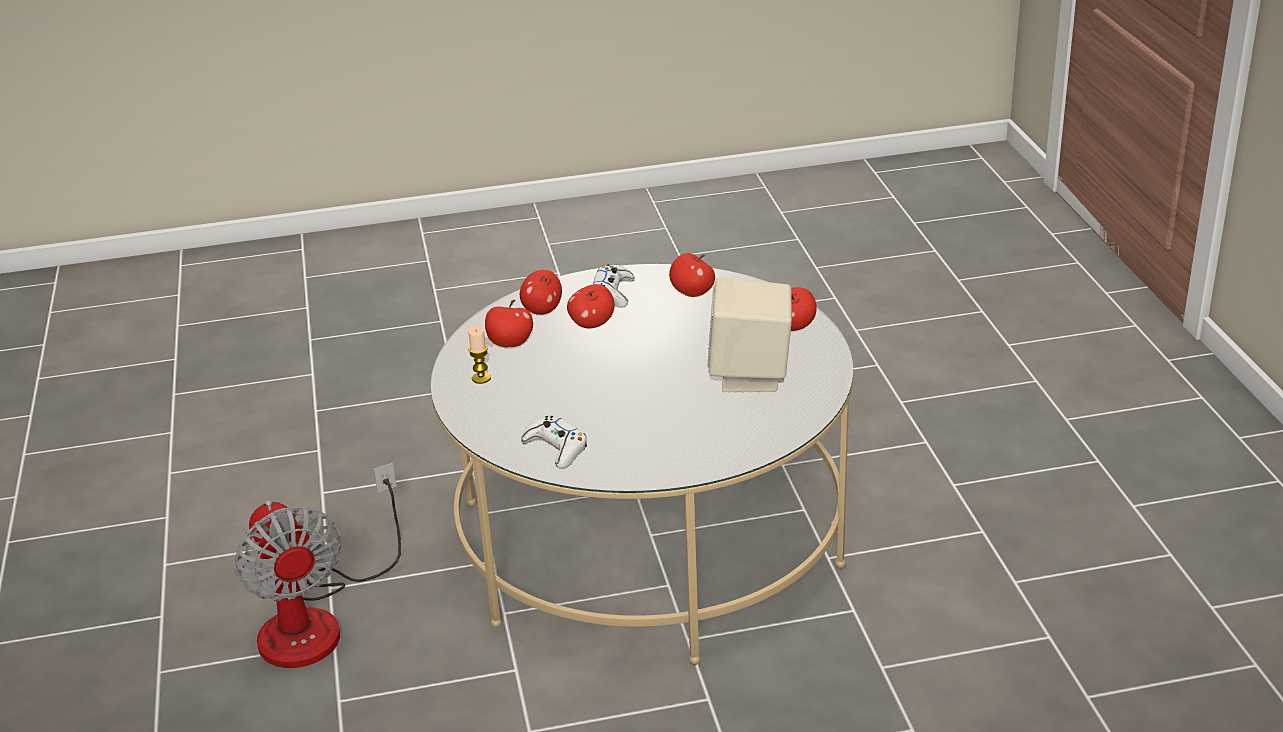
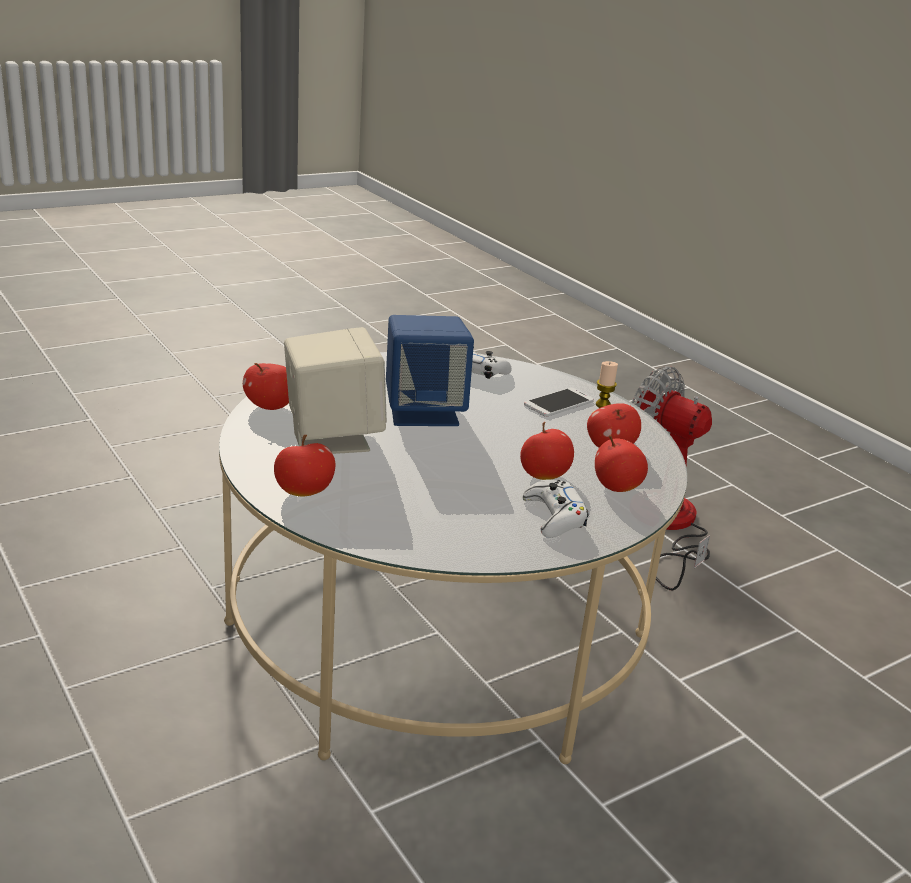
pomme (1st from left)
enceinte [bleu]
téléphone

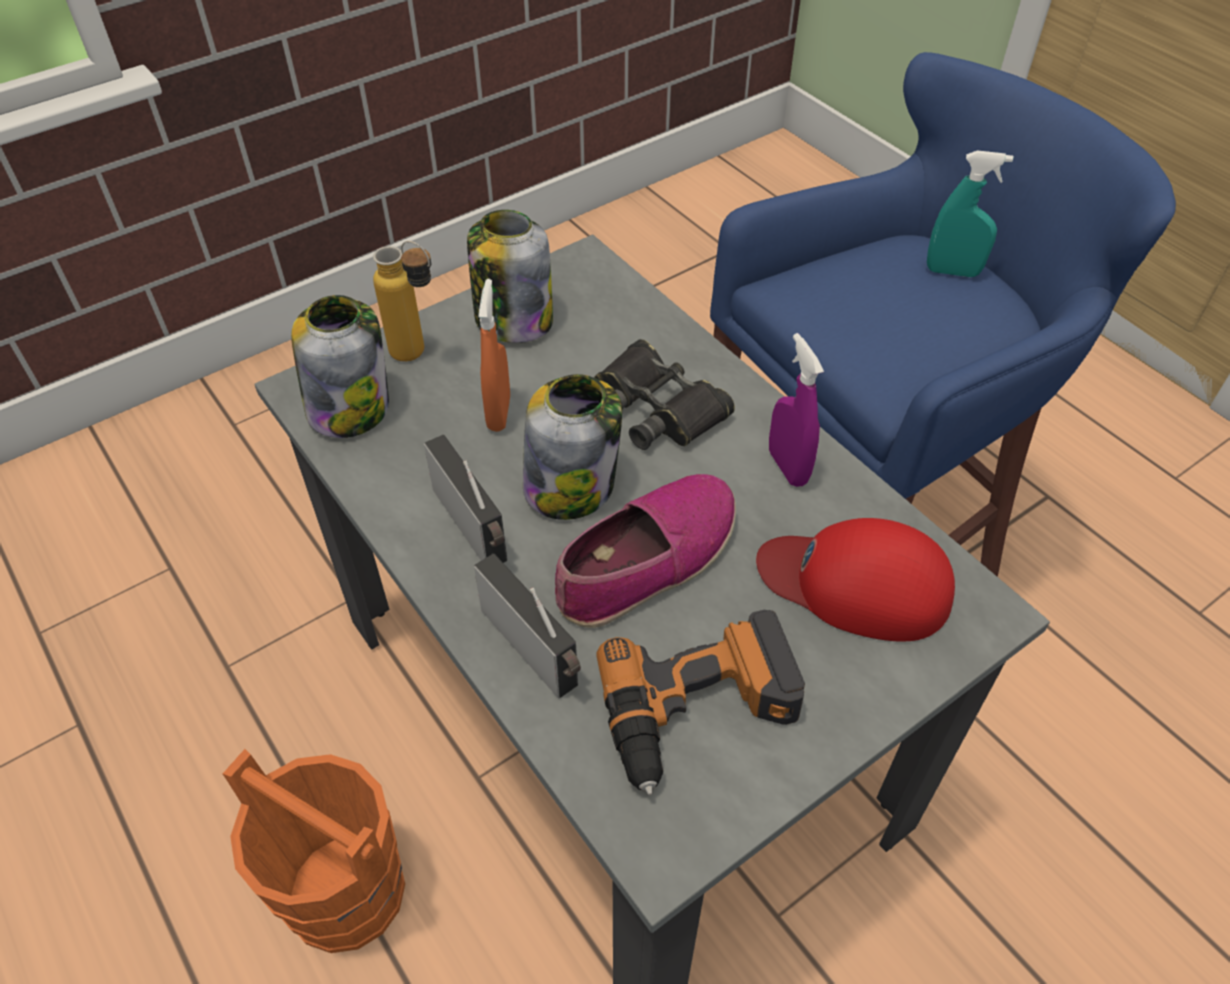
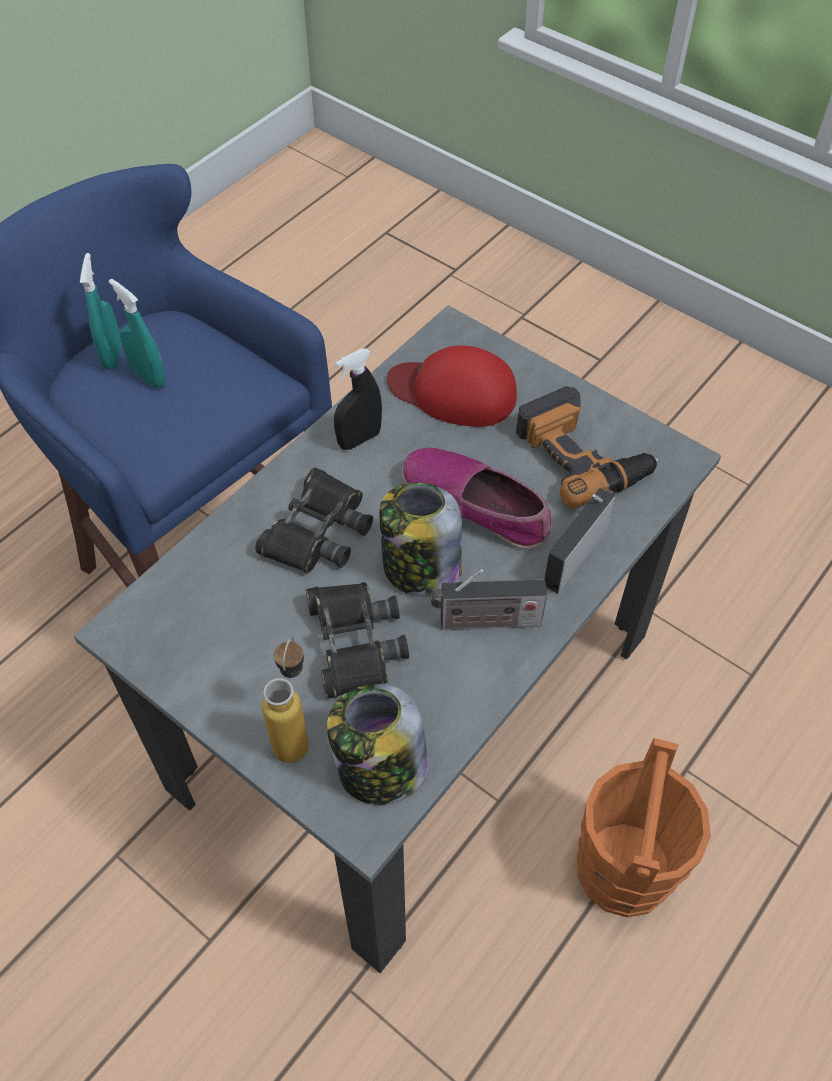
radio (1st from left)
bocal (2nd from left in the first image)
jumelles [noir] (2nd from left)
casquette [rouge]
vaporisateur [noir]
vaporisateur [turquoise] (2nd from left)

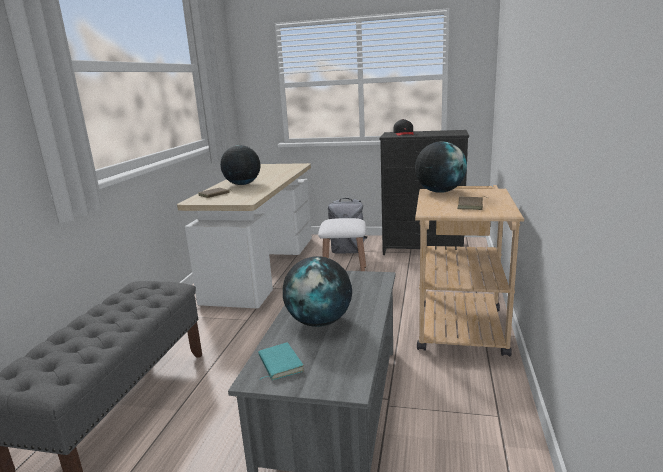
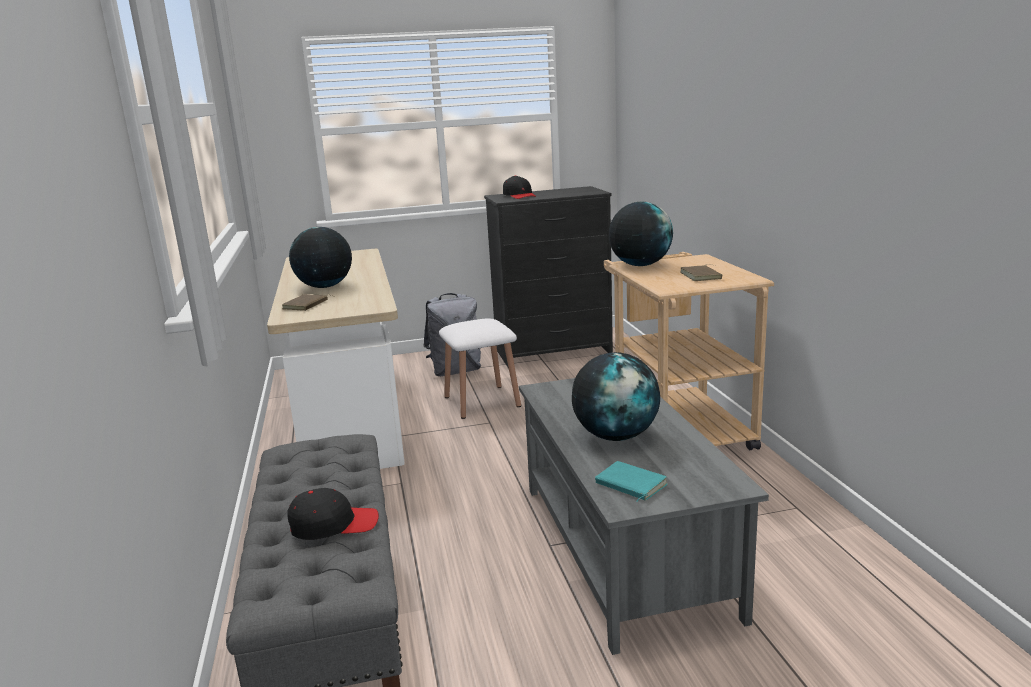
casquette [noir] (1st from left)

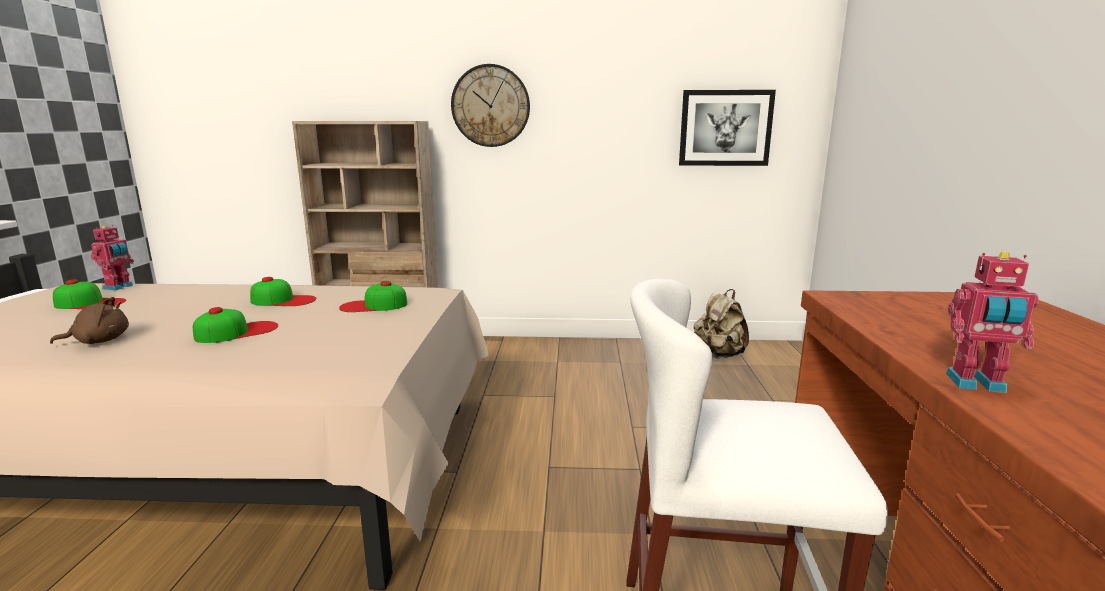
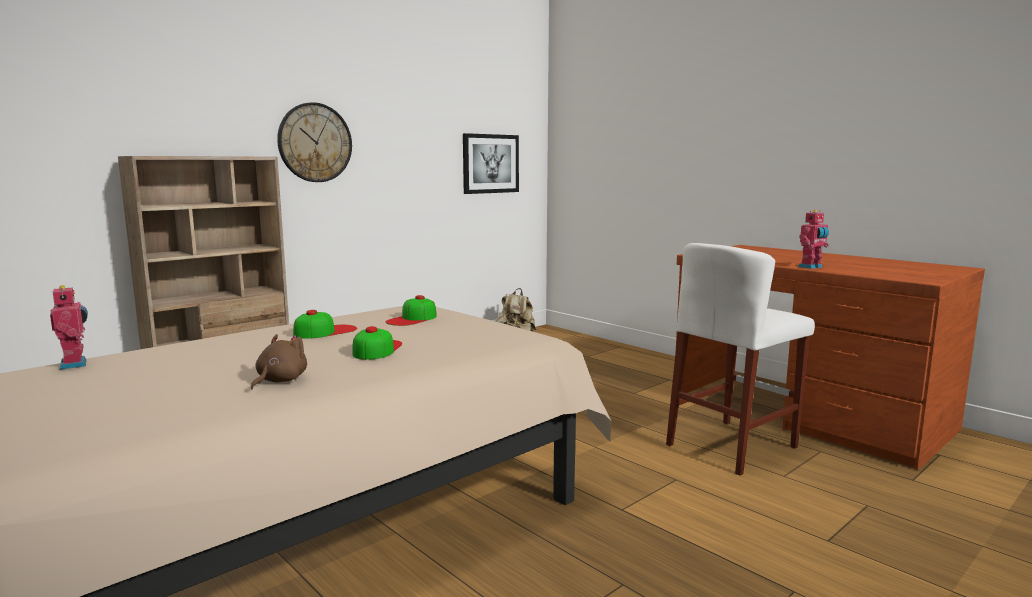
casquette (1st from left in the first image)

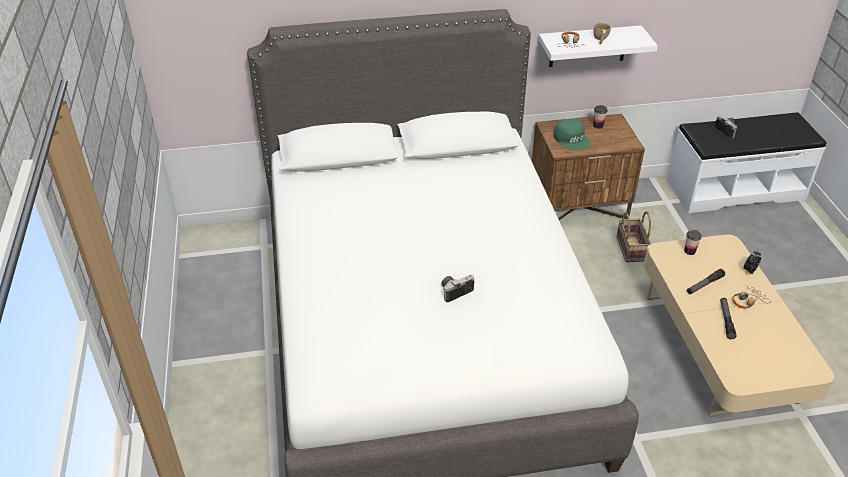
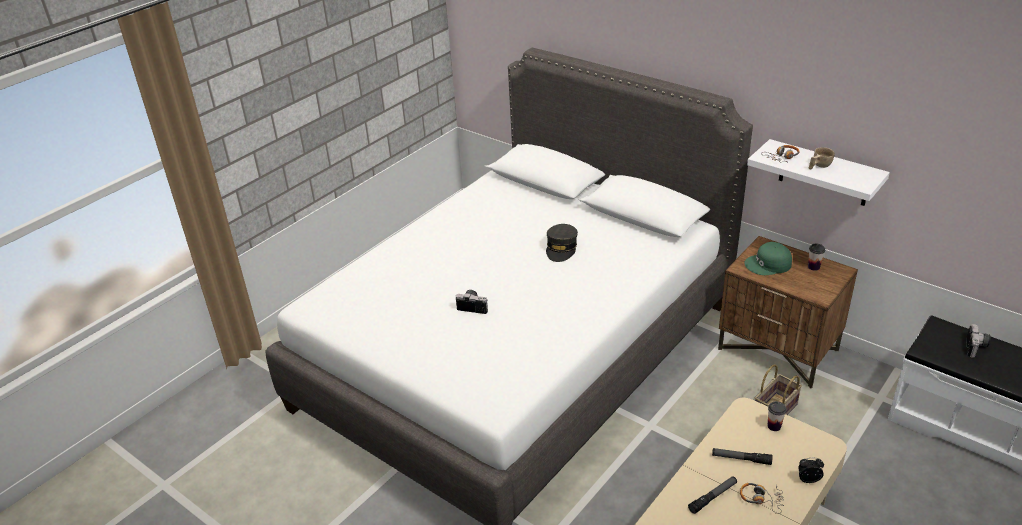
casquette [vert]
casquette [gris]

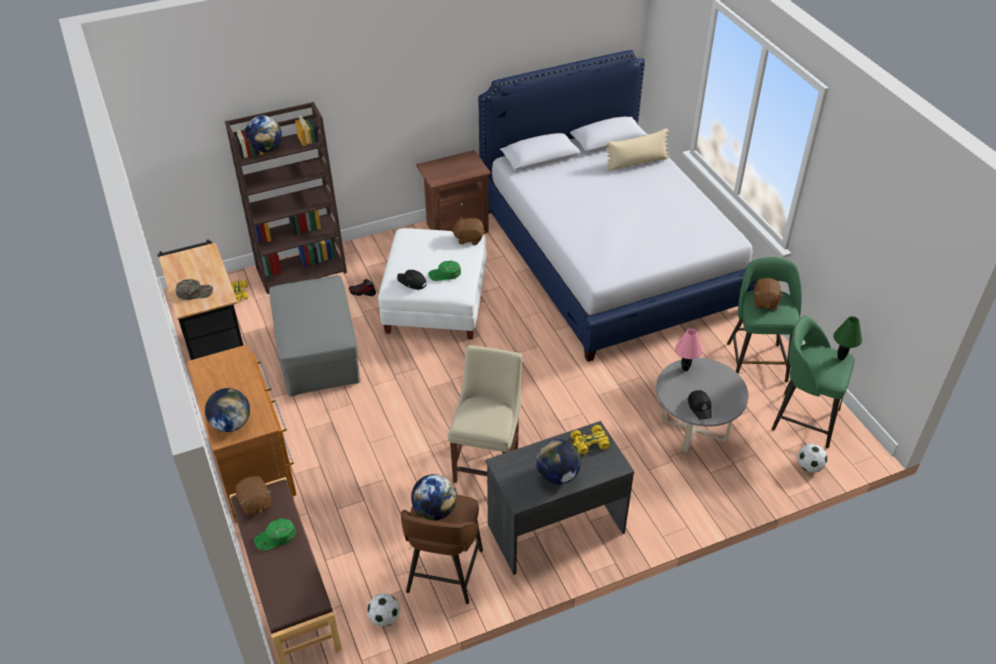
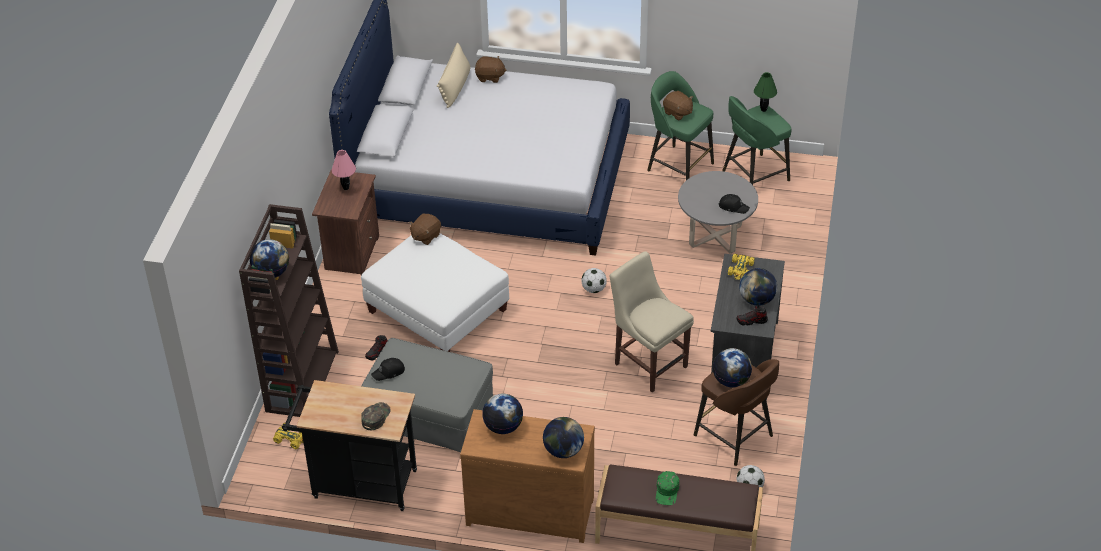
peluche [marron] (2nd from left)
casquette [noir] (1st from left)
casquette [vert] (3rd from left in the first image)
lampe de table [rose]
ballon de foot (1st from left)
globe (2nd from left)
chaussure (2nd from left)

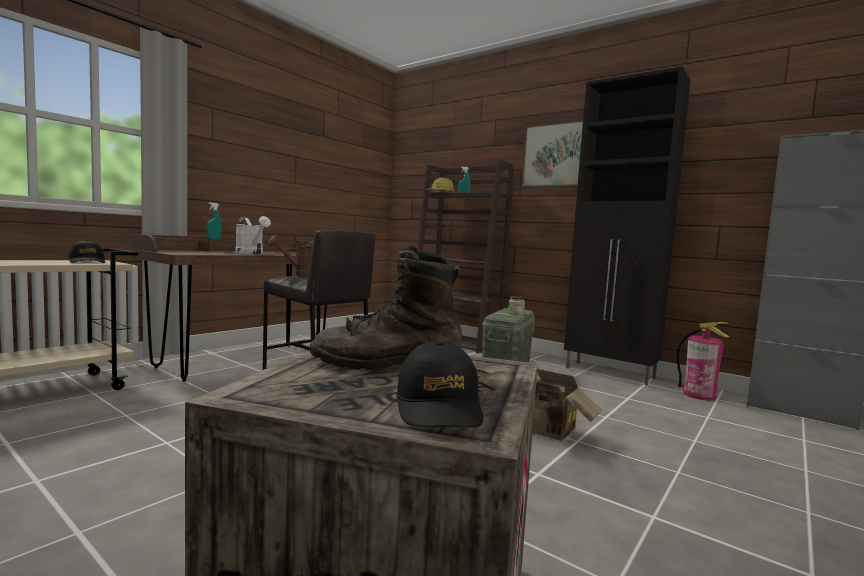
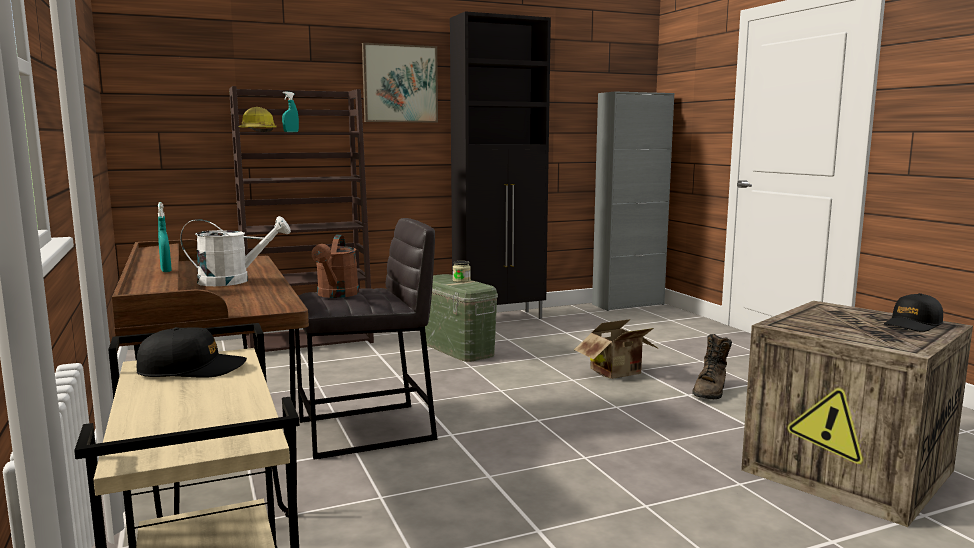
botte [marron]
casquette [noir] (2nd from left)
extincteur

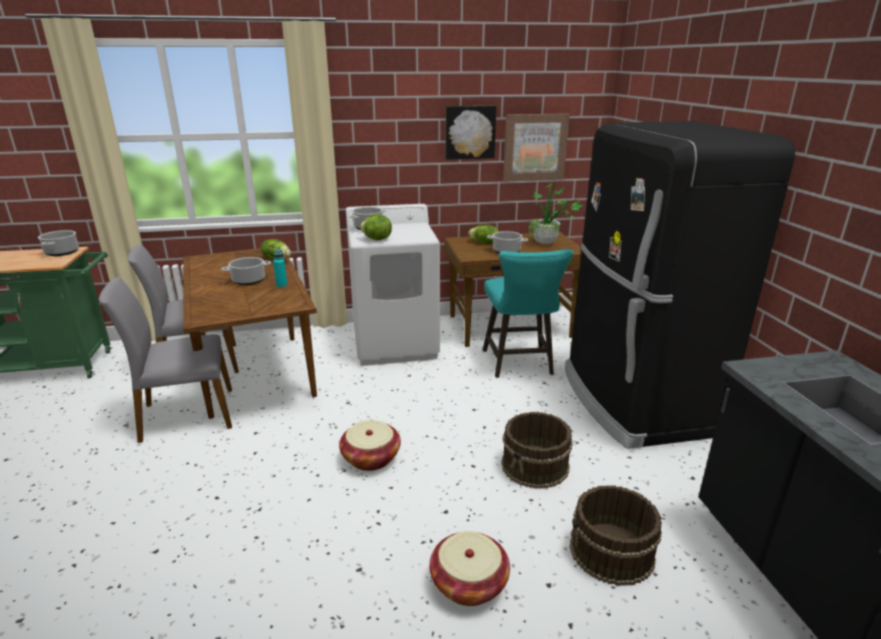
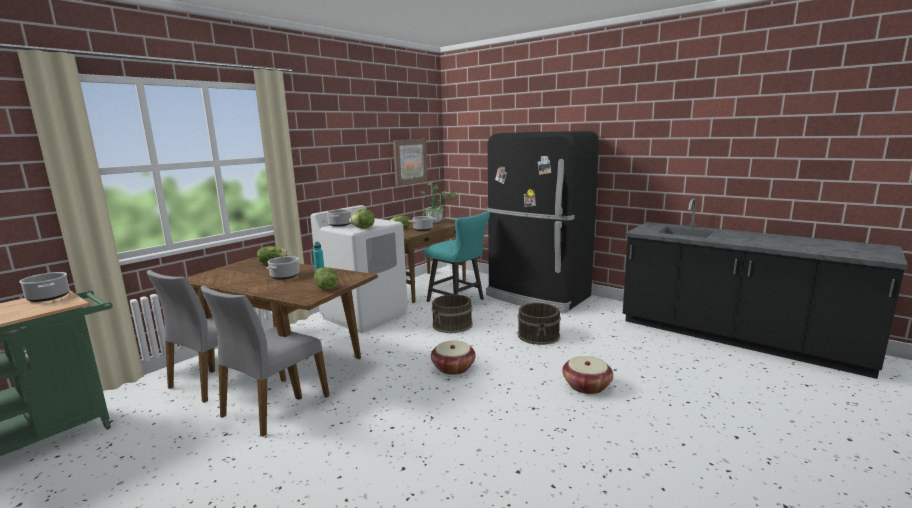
tableau (1st from left in the first image)
seau [marron] (1st from left)
laitue (2nd from left)

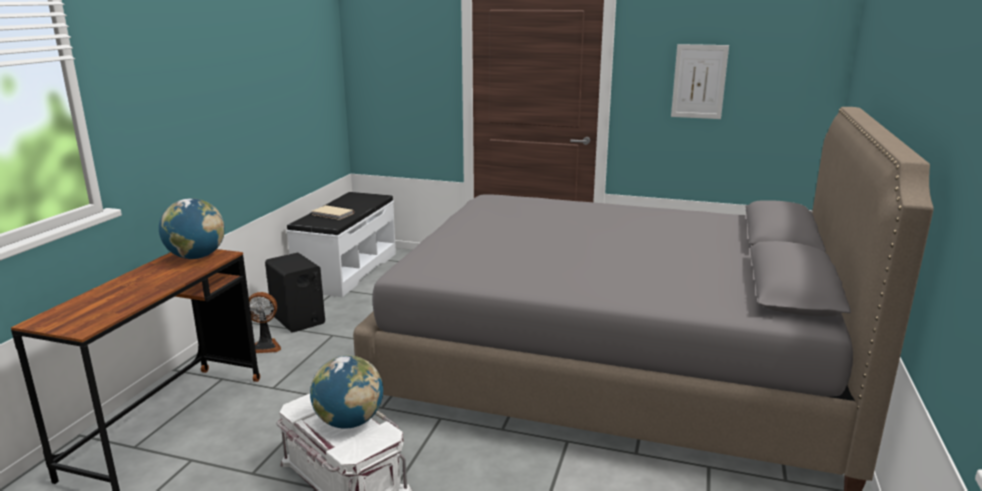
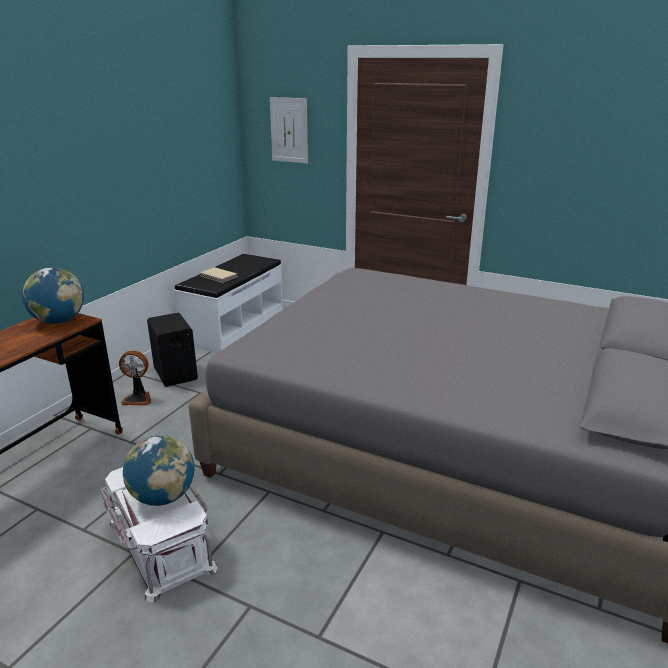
tableau

